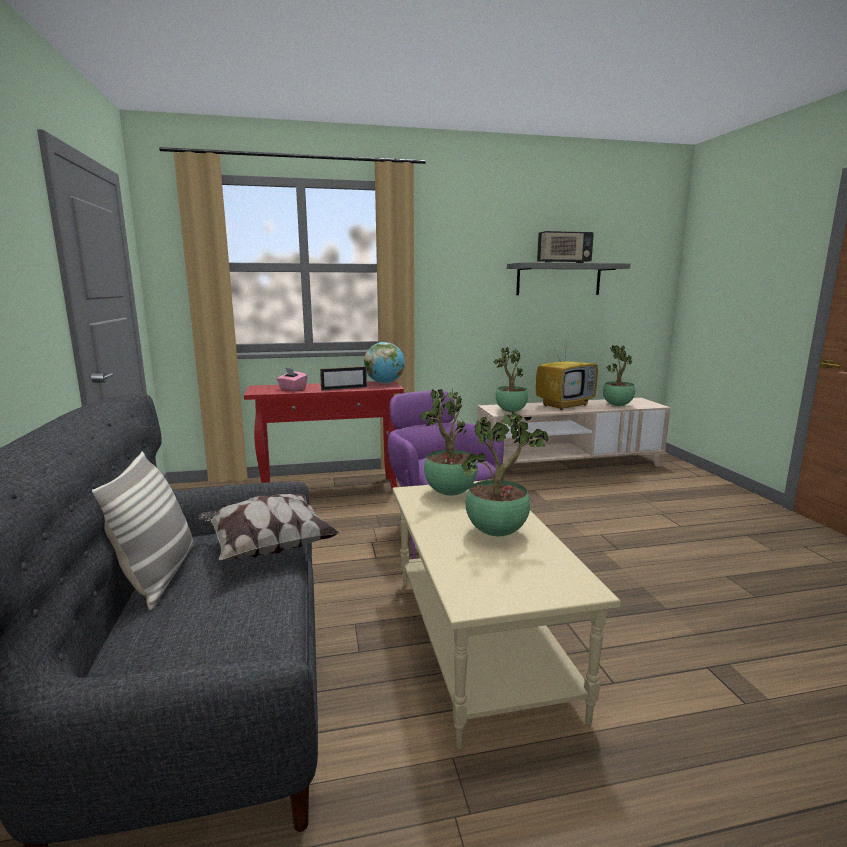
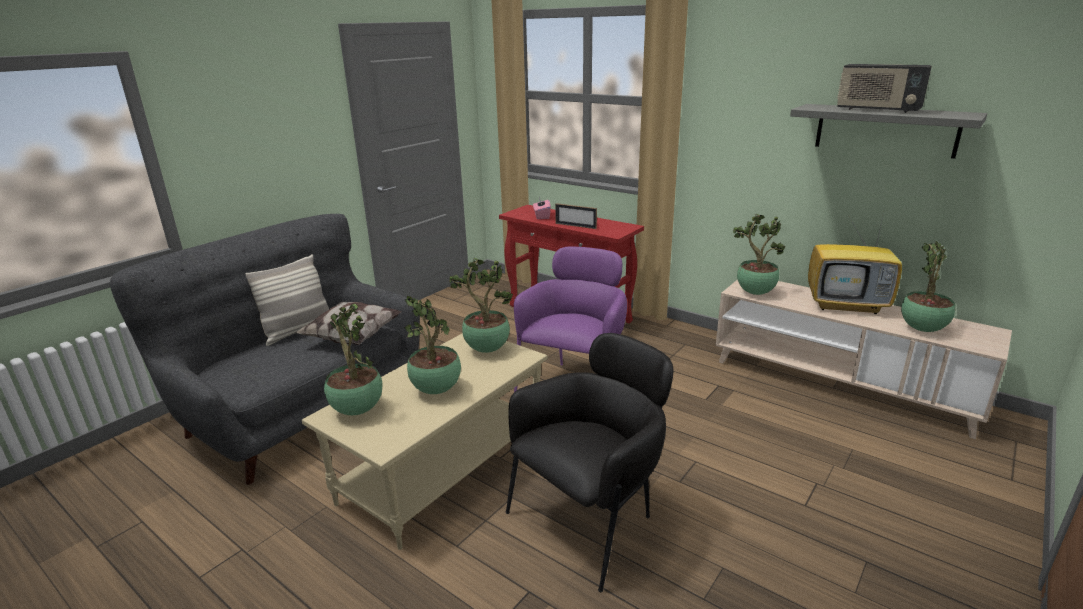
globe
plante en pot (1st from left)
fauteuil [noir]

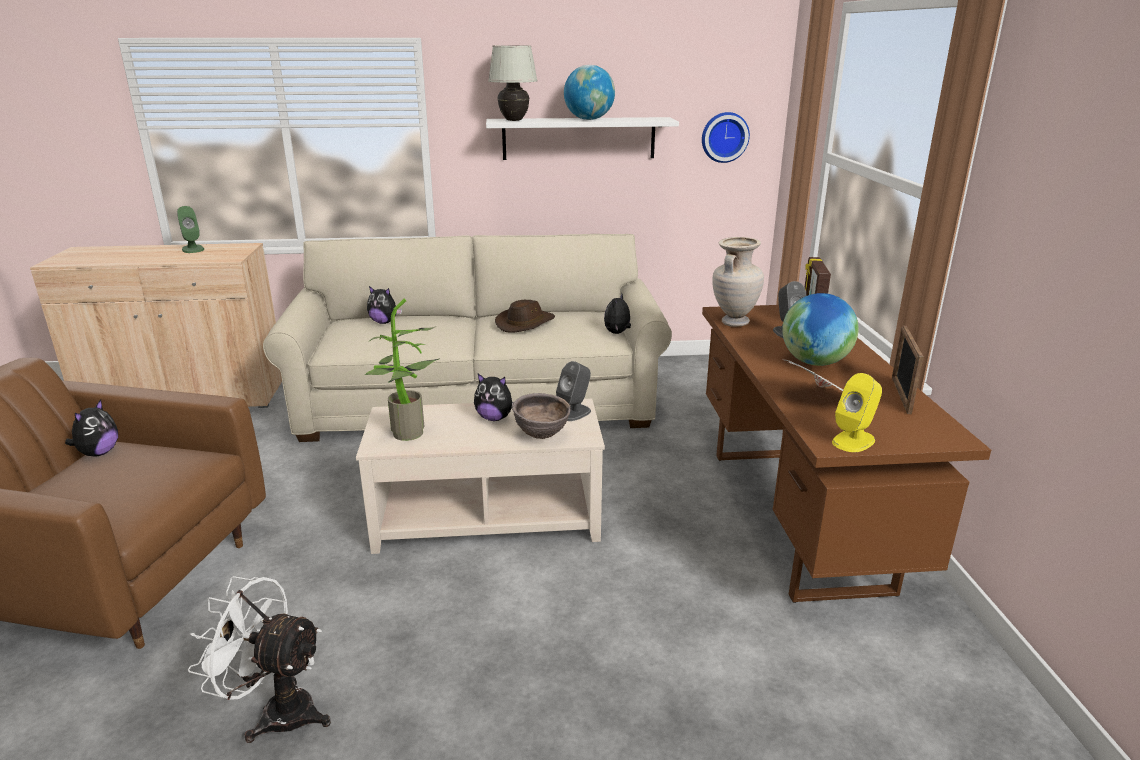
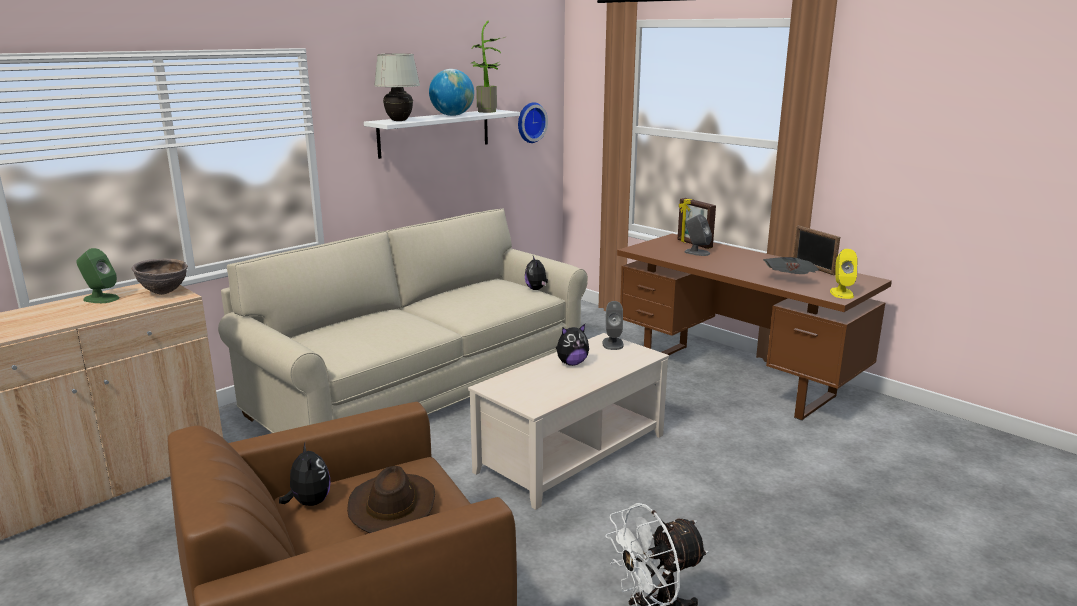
plante en pot
peluche (2nd from left in the first image)
chapeau [marron]
bol [marron]
vase [beige]
globe (2nd from left in the first image)

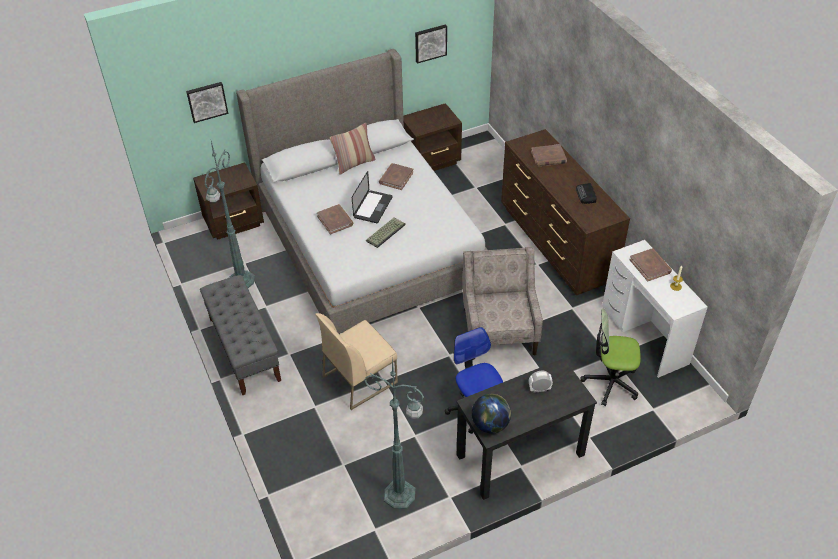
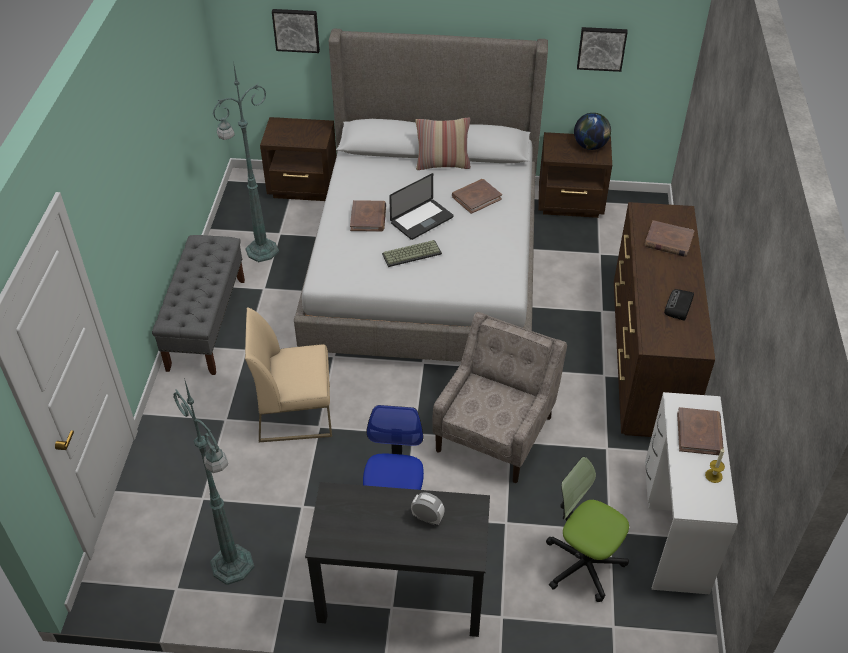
globe

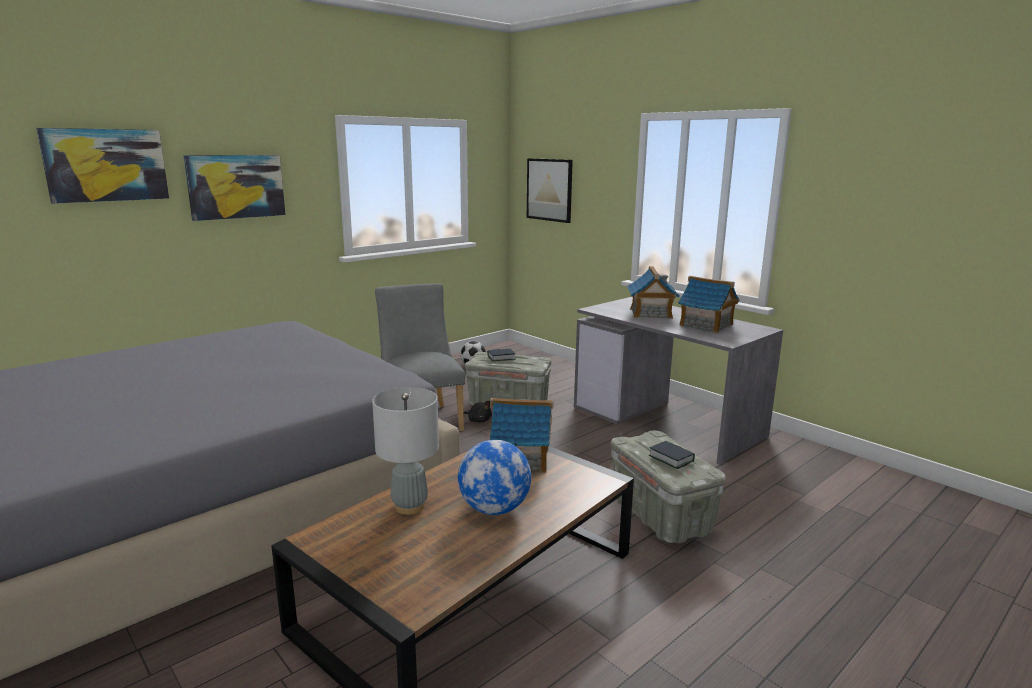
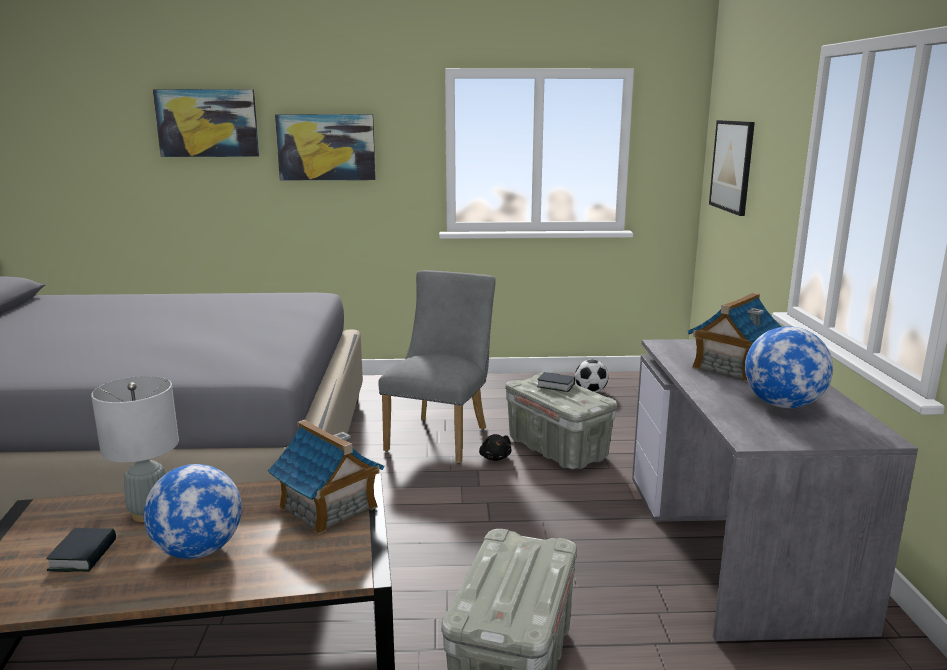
livre (1st from left)
globe (2nd from left)

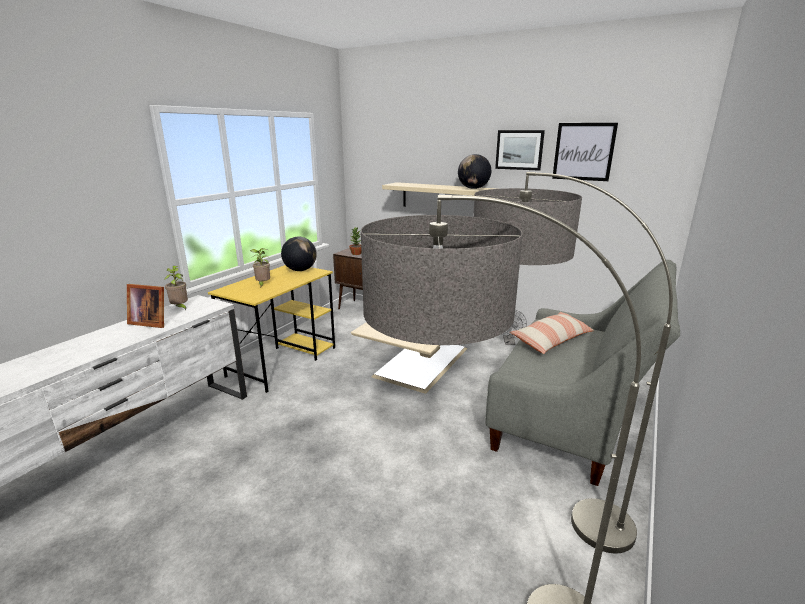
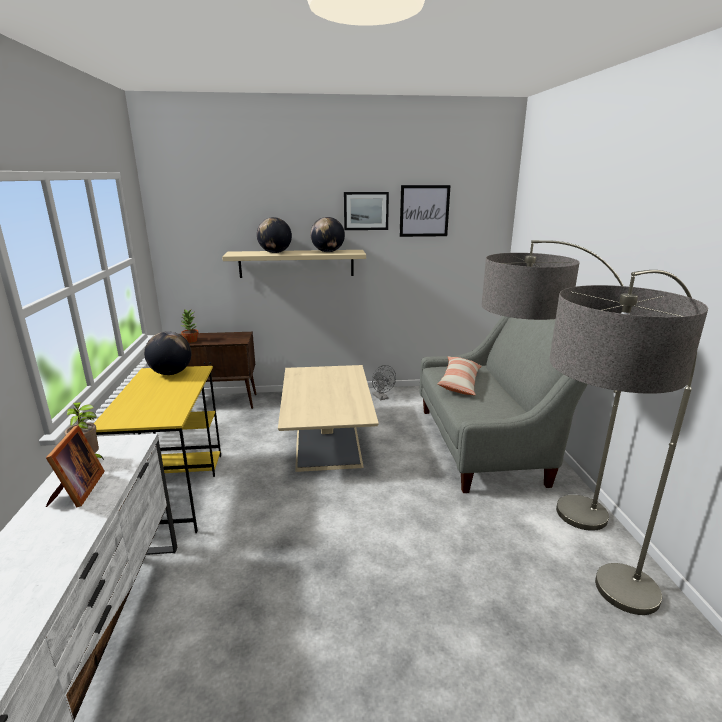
cadre photo
plante en pot (2nd from left in the first image)
globe (2nd from left)

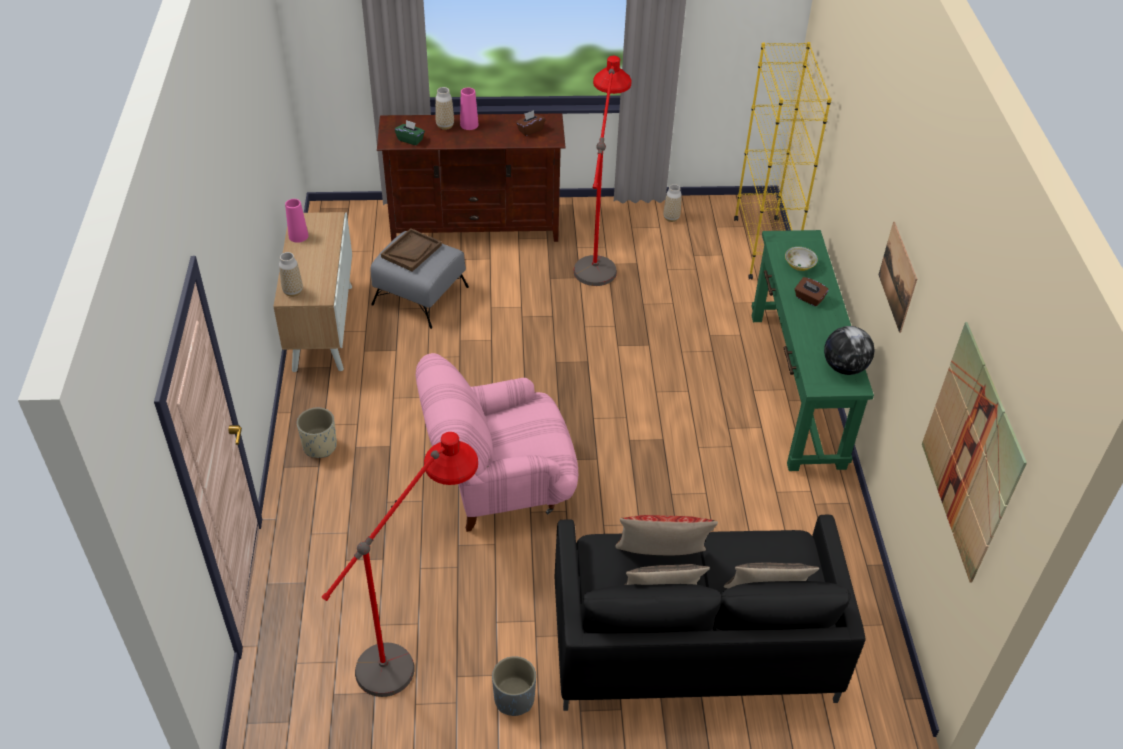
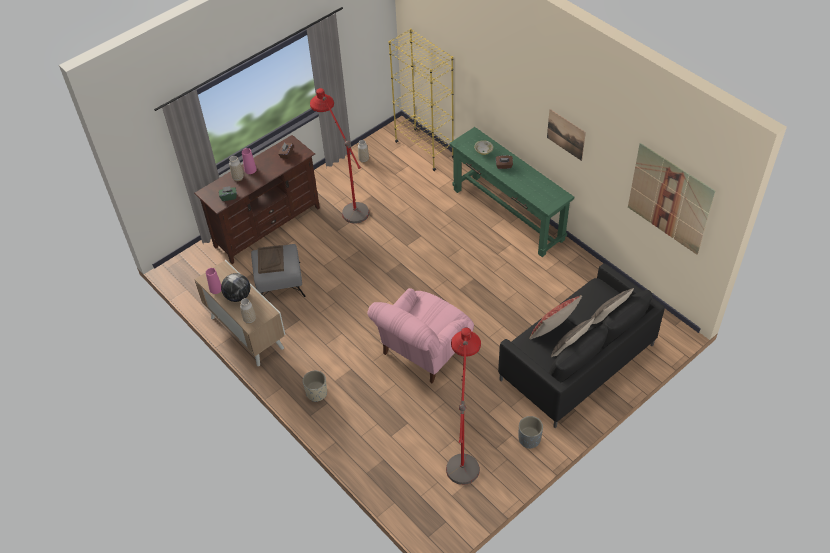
globe

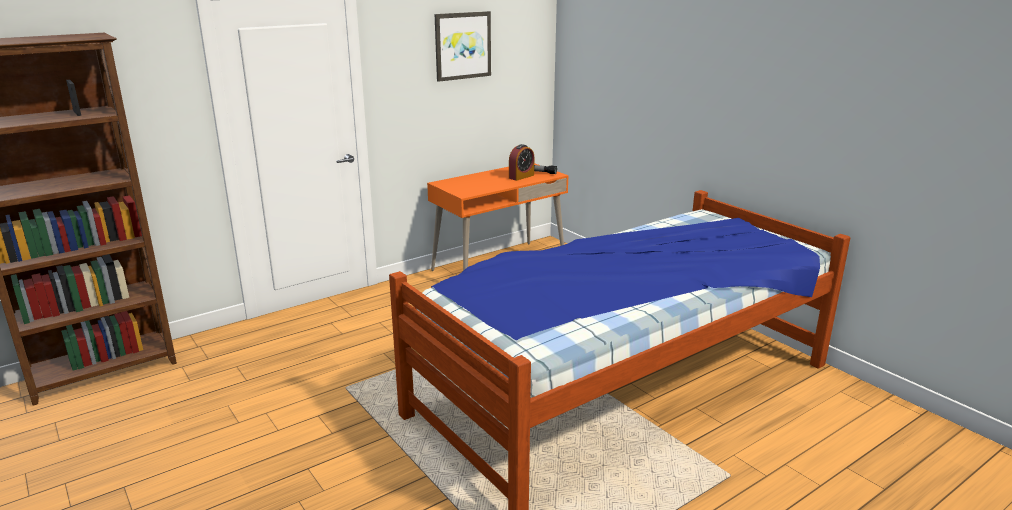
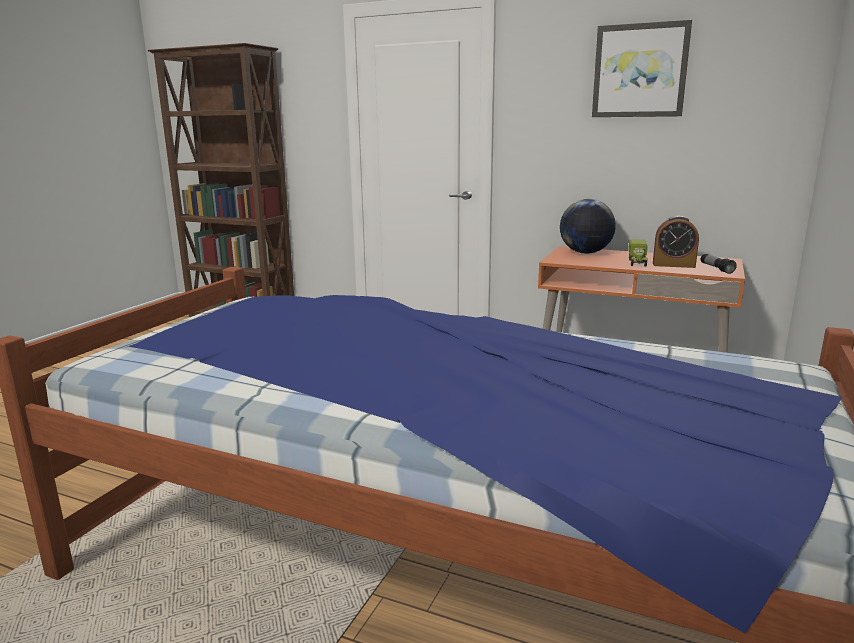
globe
camion jouet

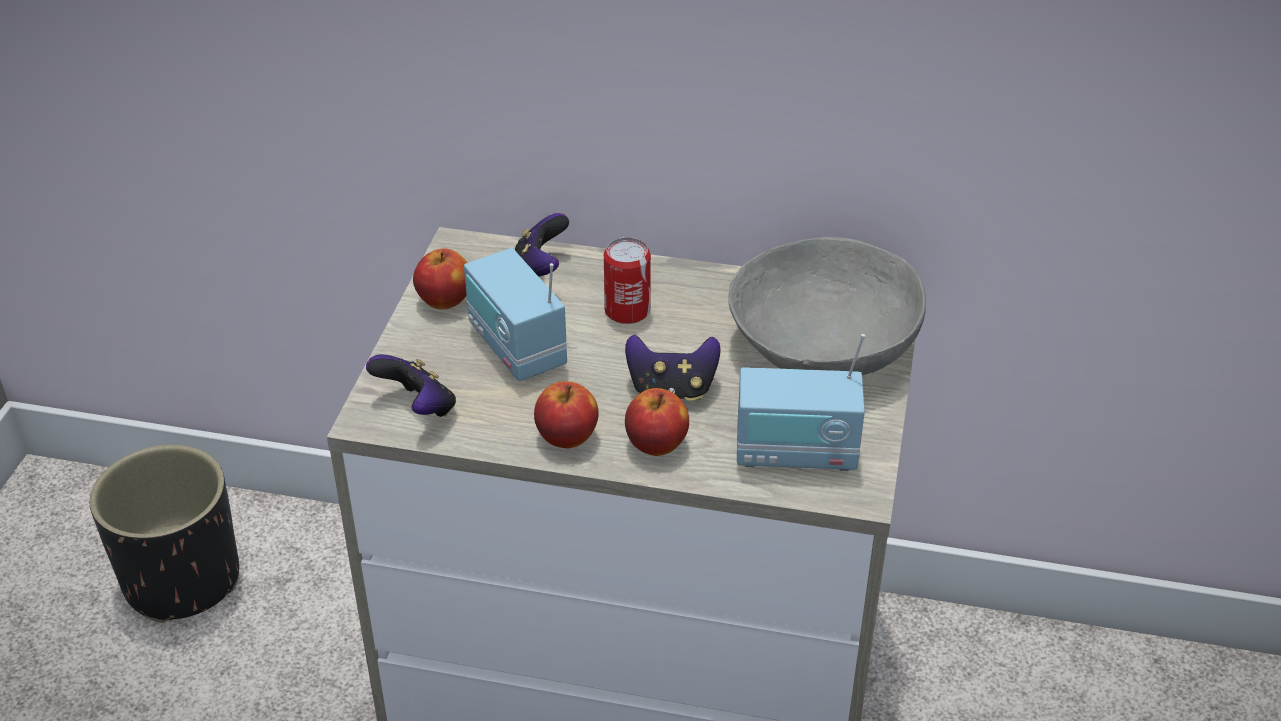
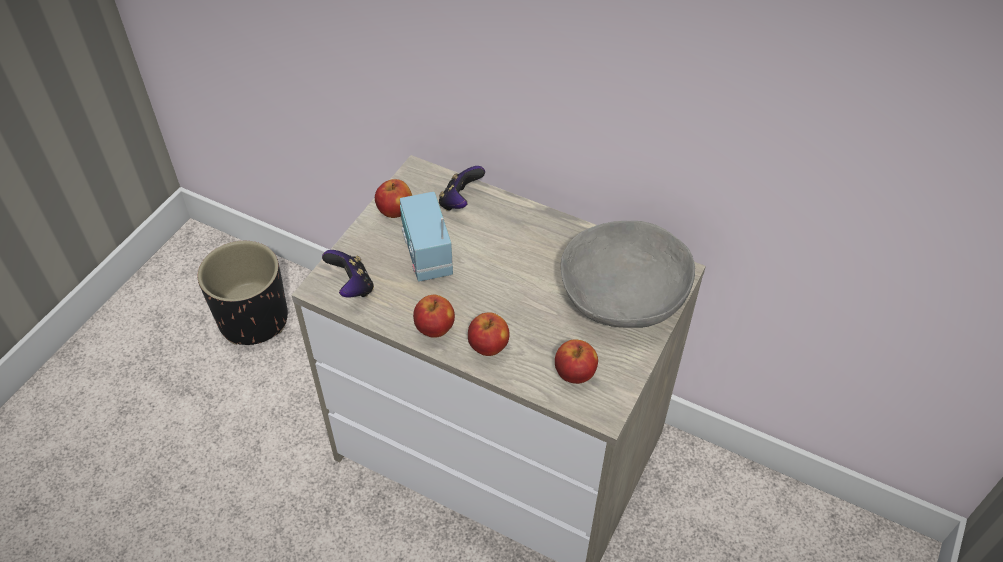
boîte métallique
manette (3rd from left in the first image)
pomme (4th from left)

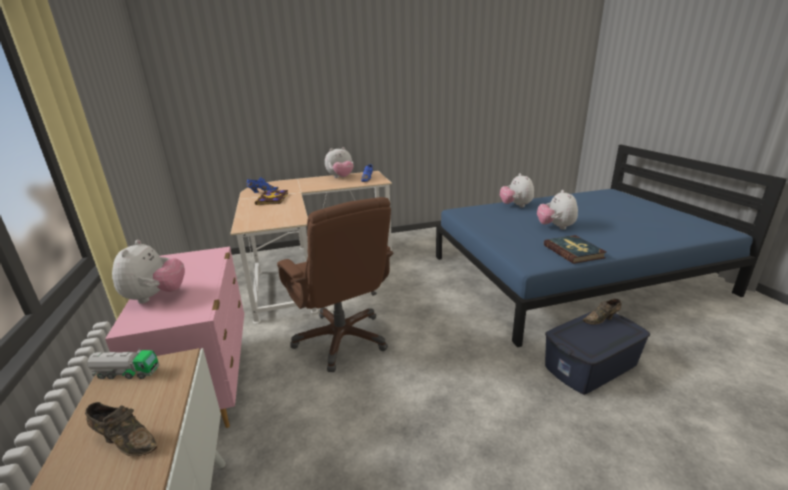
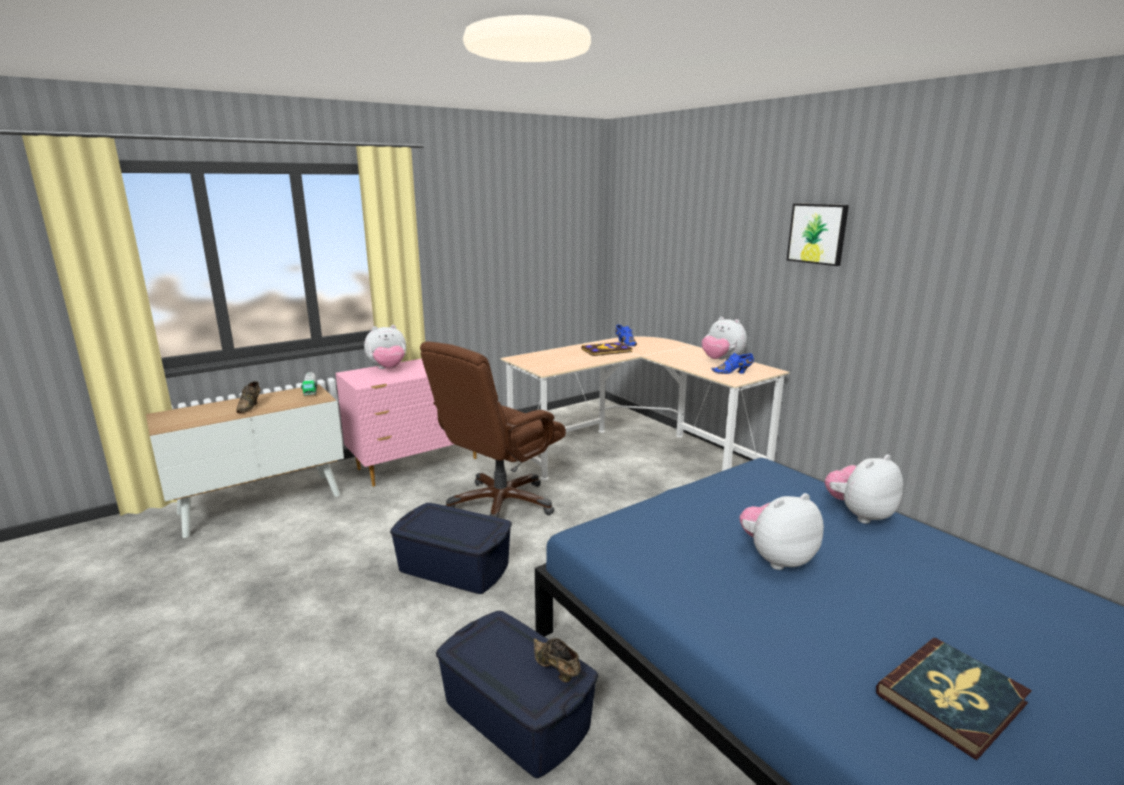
livre (2nd from left)
boîte de rangement [bleu] (1st from left)
tableau

